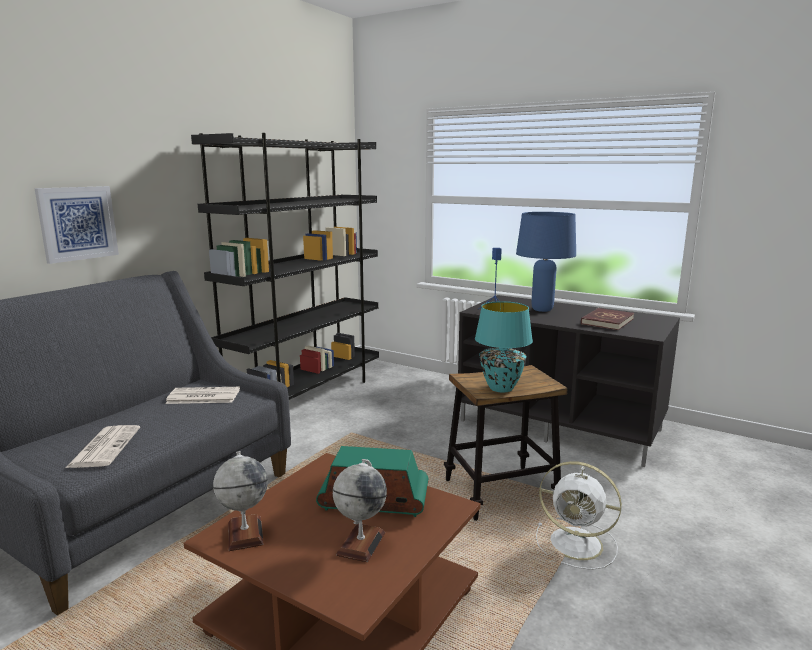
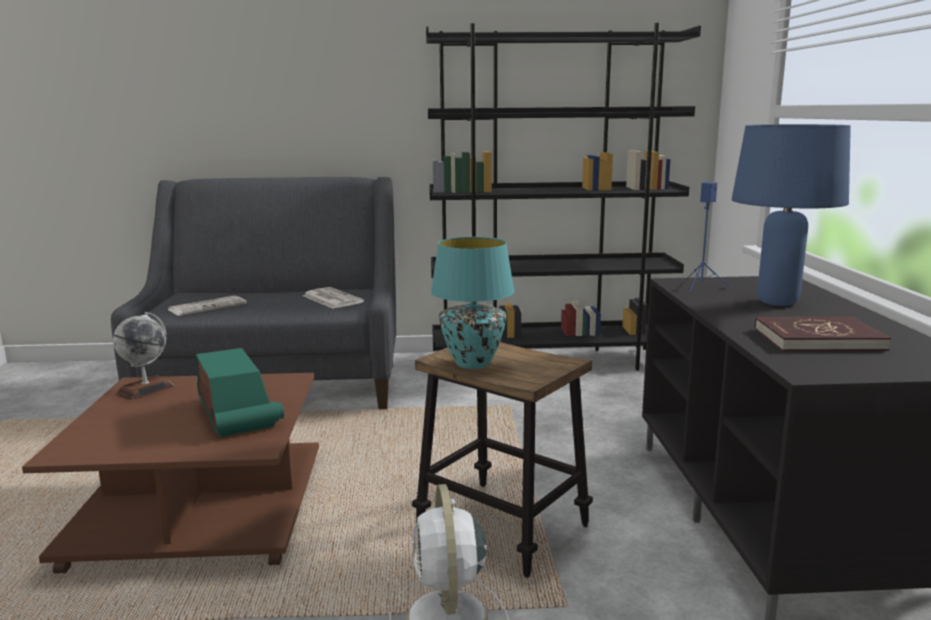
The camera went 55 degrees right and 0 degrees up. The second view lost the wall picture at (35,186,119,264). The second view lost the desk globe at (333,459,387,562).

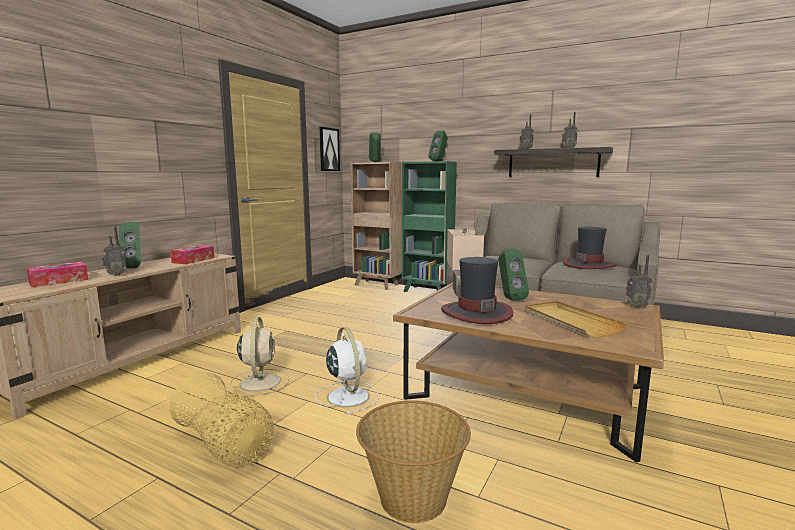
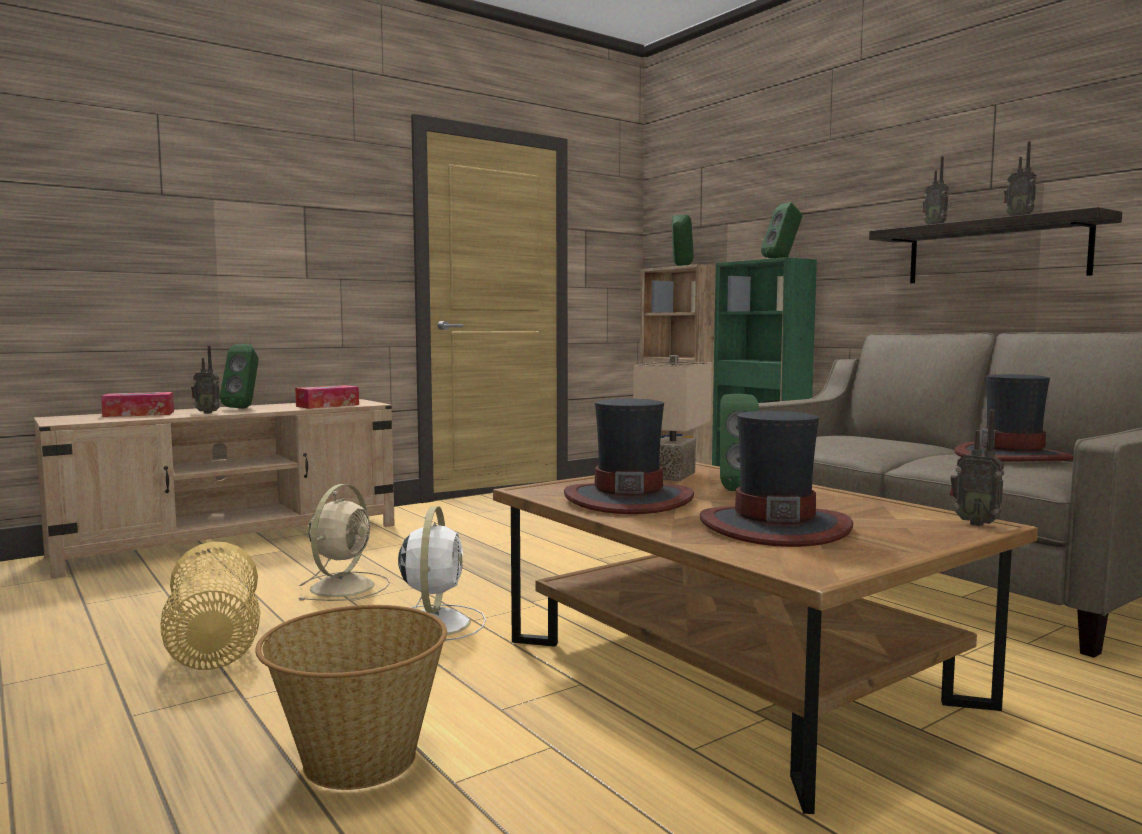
The camera went 25 degrees right and 5 degrees down. The second view lost the wall picture at (319,127,340,171). Where the beige tray stood at (525,301,627,338), the wearable hat came to stand at (700,411,853,547).

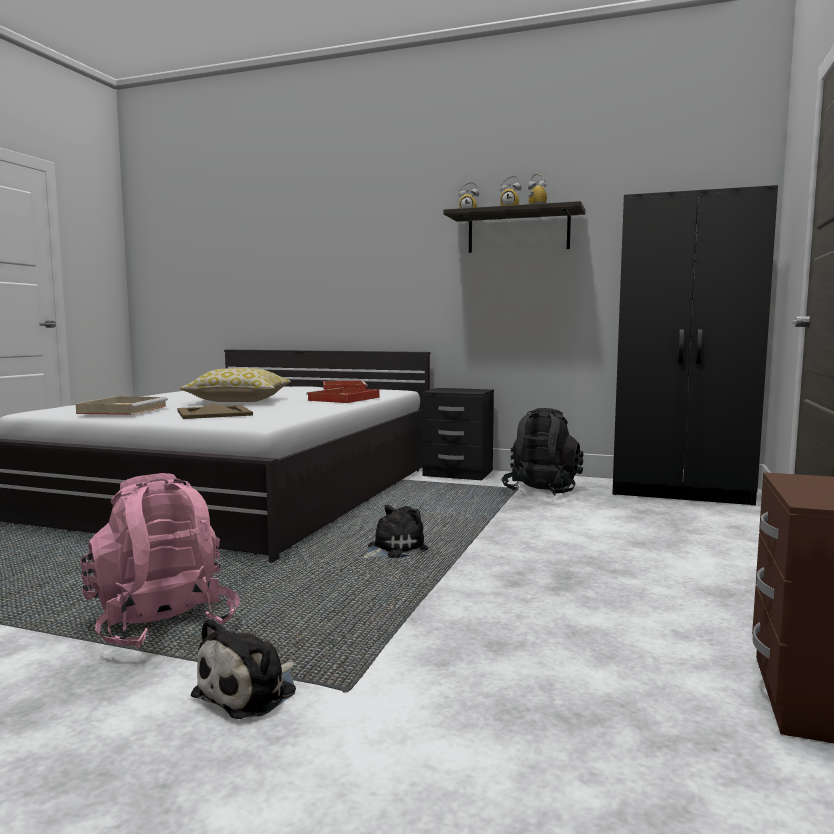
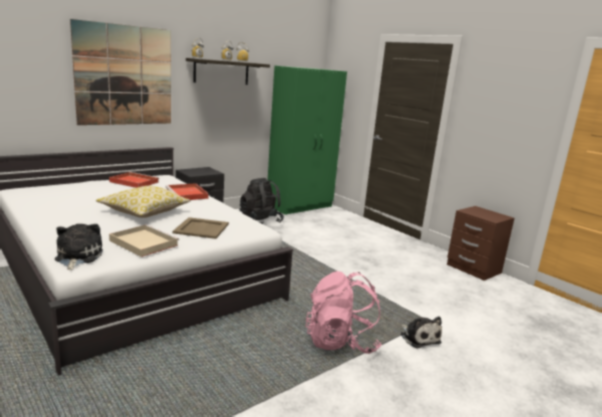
The camera went 60 degrees left and 10 degrees up. What was the black wardrobe at (612,185,778,506) turned into the green-coloured wardrobe at (268,66,347,215). The soft toy ended up elsewhere, having gone from (362,505,428,558) to (55,224,103,270). The second view gained the wall picture at (70,19,171,125).

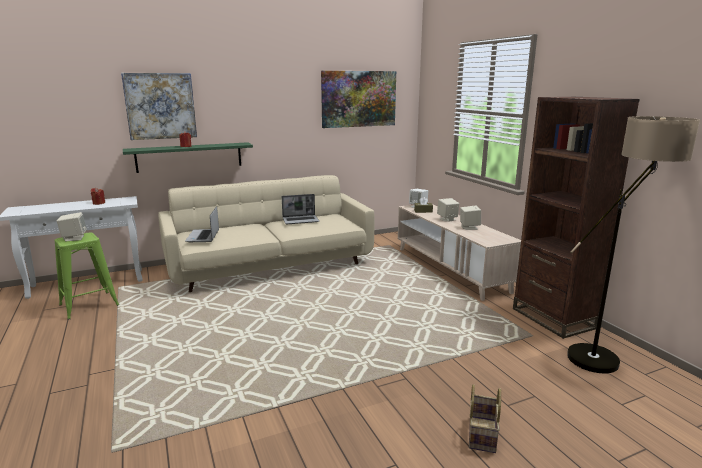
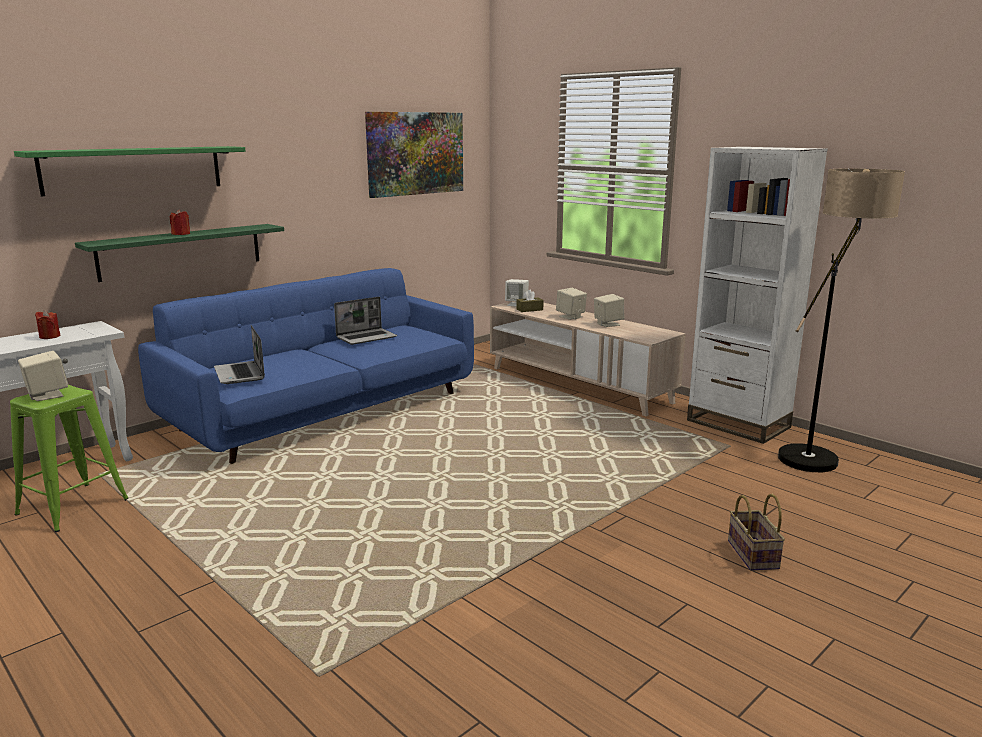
The camera went 20 degrees left and 0 degrees up. Where the wall picture hung at (121,73,197,140), the green-coloured wall shelf came to hang at (14,146,246,197). What was the brown-coloured bookcase at (513,97,640,339) turned into the whitish bookcase at (687,147,828,444). What was the beige settee at (158,175,375,292) turned into the blue-coloured settee at (138,268,474,464).

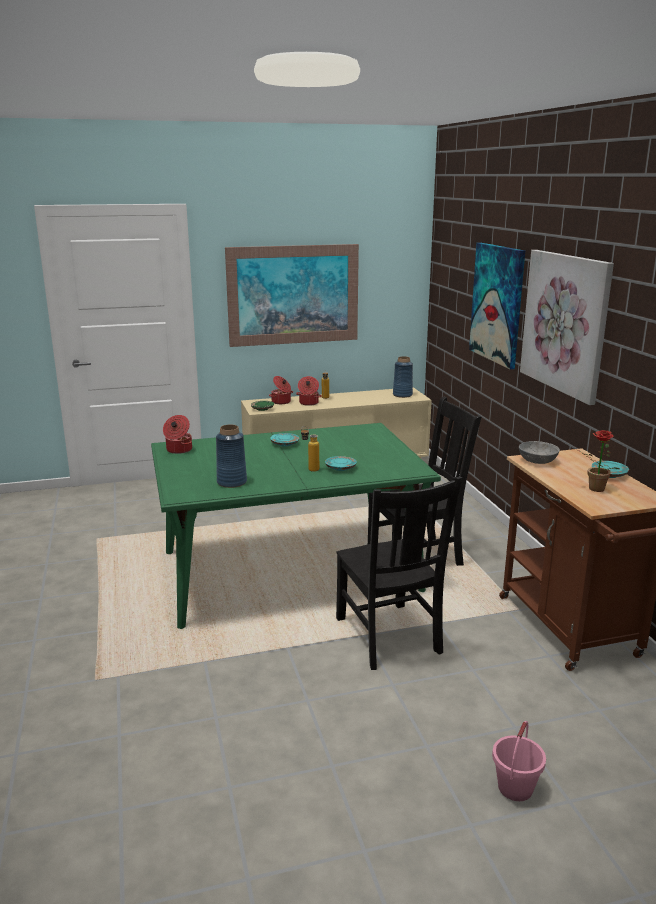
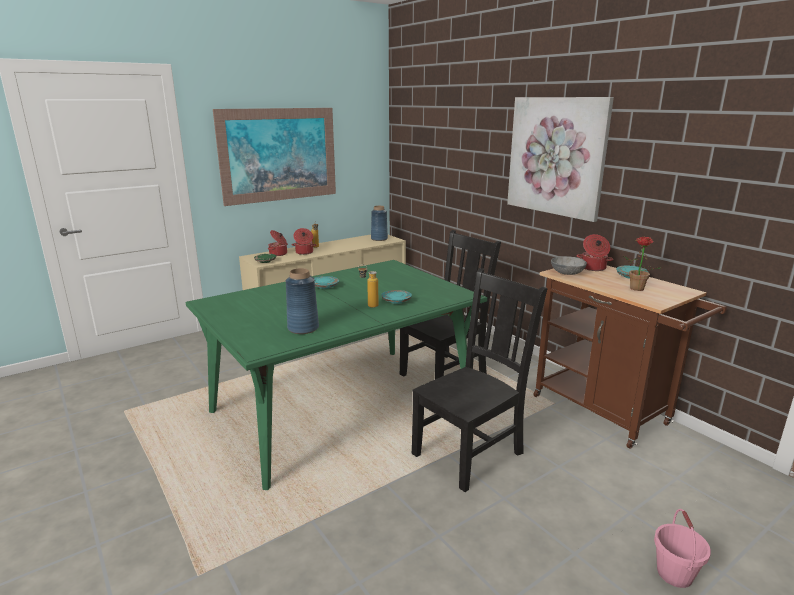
The camera went 20 degrees left and 0 degrees up. The second view lost the wall picture at (469,243,525,369). The saucepot ended up elsewhere, having gone from (163,415,192,454) to (577,234,613,271). The black plain chair at (336,477,462,670) ended up facing another way, 90 degrees counterclockwise from before.

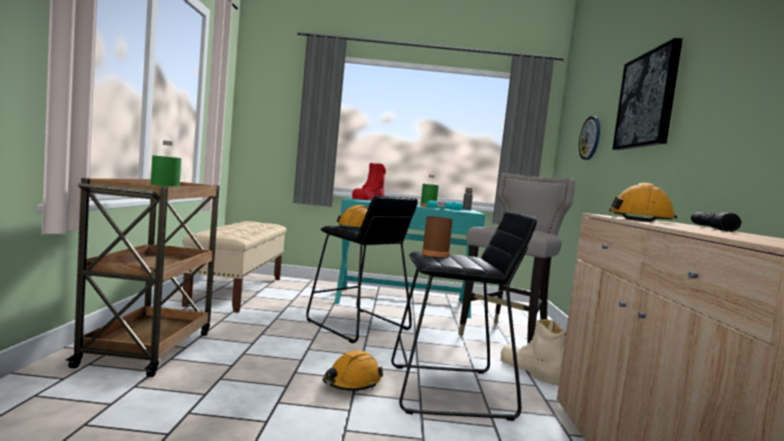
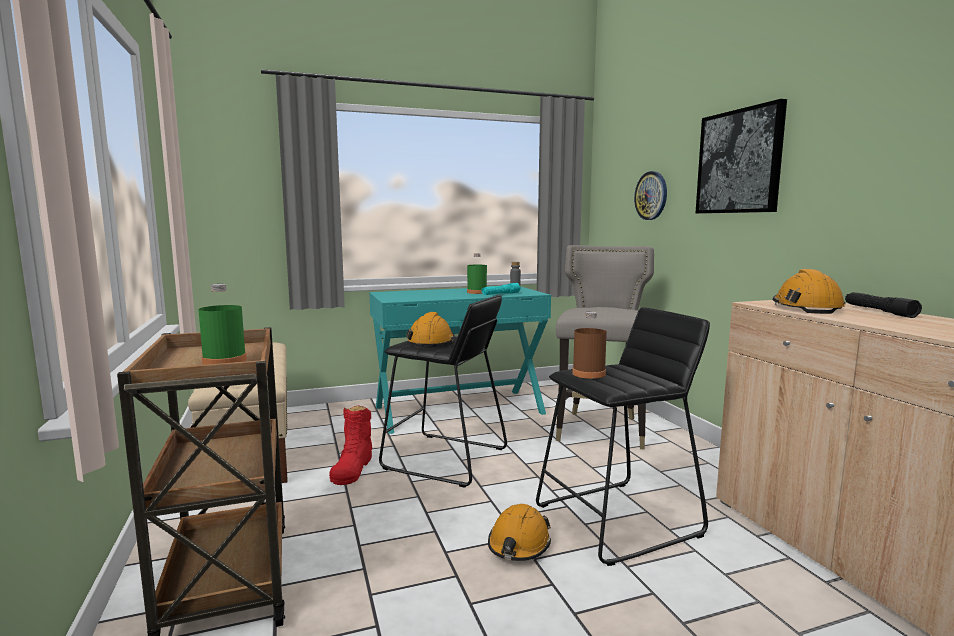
The camera went 20 degrees left and 5 degrees up. The red-coloured boot ended up elsewhere, having gone from (352,163,386,200) to (329,406,372,485). The second view lost the beige boot at (501,319,566,385).

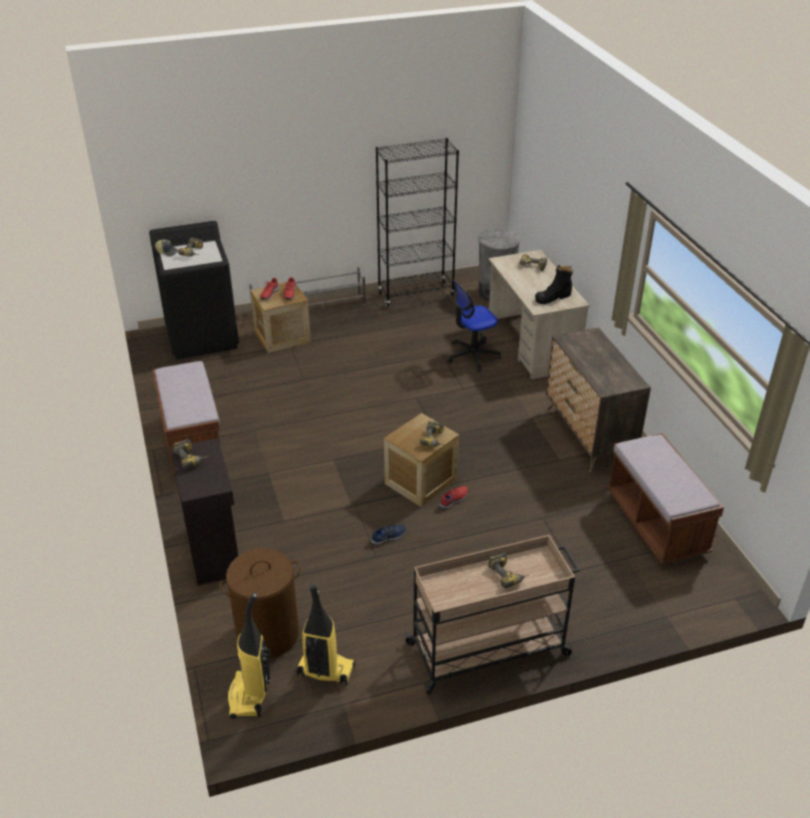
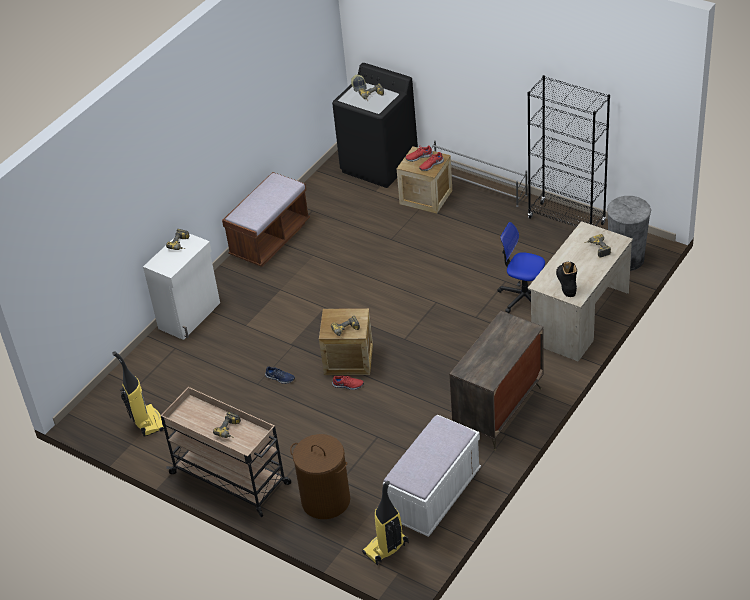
The camera went 55 degrees right and 5 degrees up. The black boot at (535,265,573,304) ended up facing another way, 60 degrees clockwise from before. What was the brown-coloured bench at (607,433,724,564) turned into the whitish bench at (383,415,481,537). What was the black cabinet at (170,438,238,585) turned into the whitish cabinet at (143,233,220,340). The brown-coloured hamper ended up elsewhere, having gone from (219,548,301,658) to (290,434,350,519). The hoover ended up elsewhere, having gone from (228,592,271,719) to (362,481,409,565).

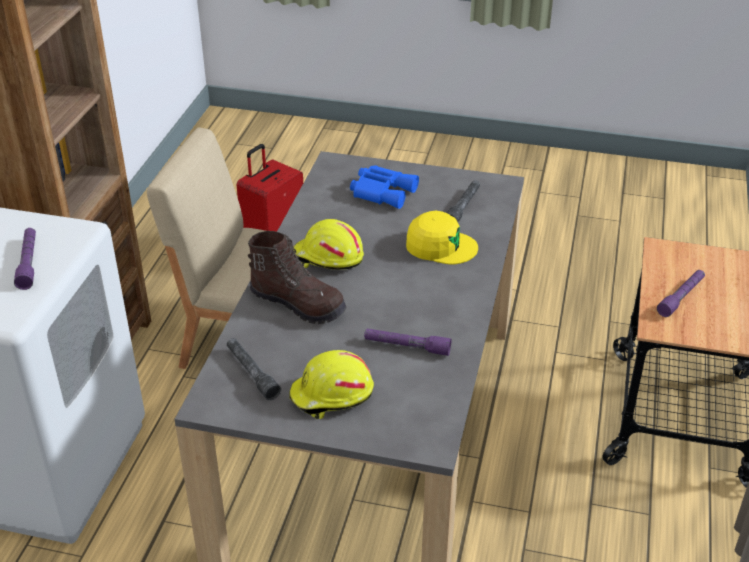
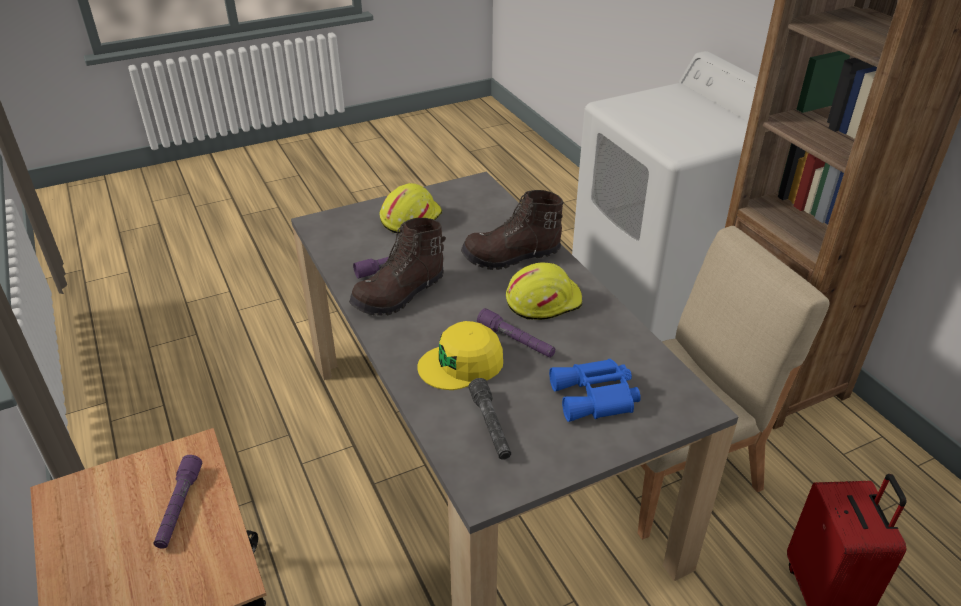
The camera went 140 degrees right and 0 degrees up. The purplish flashlight ended up elsewhere, having gone from (14,228,36,290) to (477,308,555,358). The second view lost the greyish flashlight at (227,338,281,400). The second view gained the brown-coloured boot at (349,218,446,316).

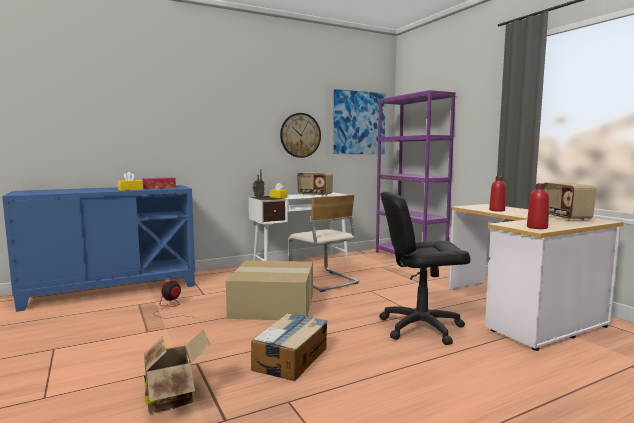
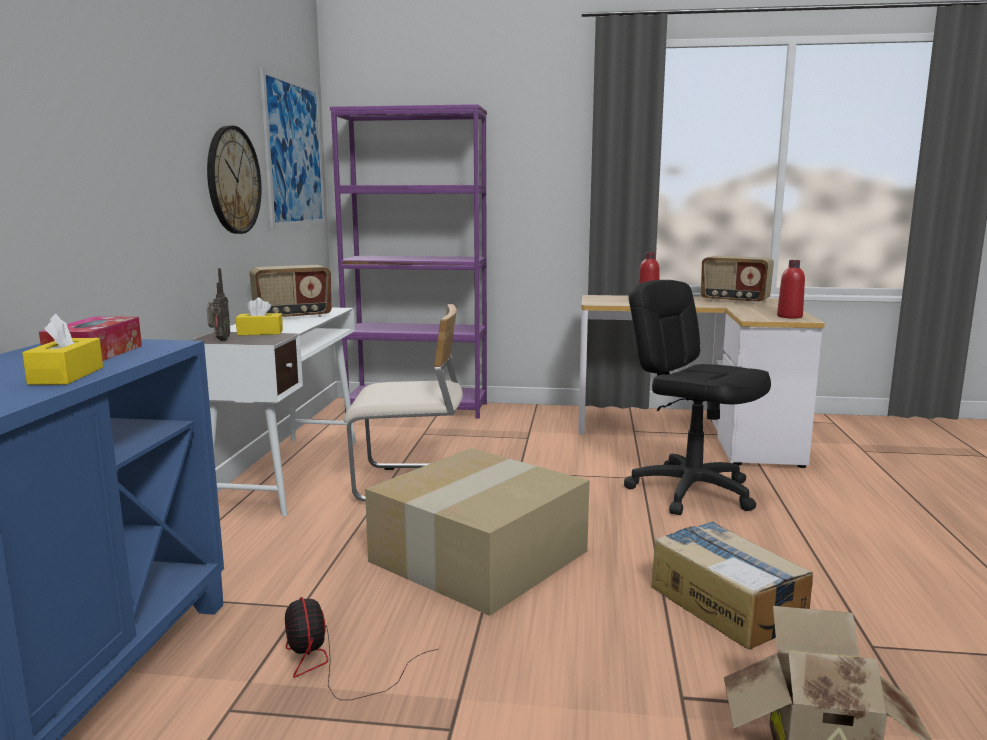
The camera went 55 degrees left and 5 degrees up. The black office chair at (379,192,471,345) ended up facing another way, 105 degrees clockwise from before.

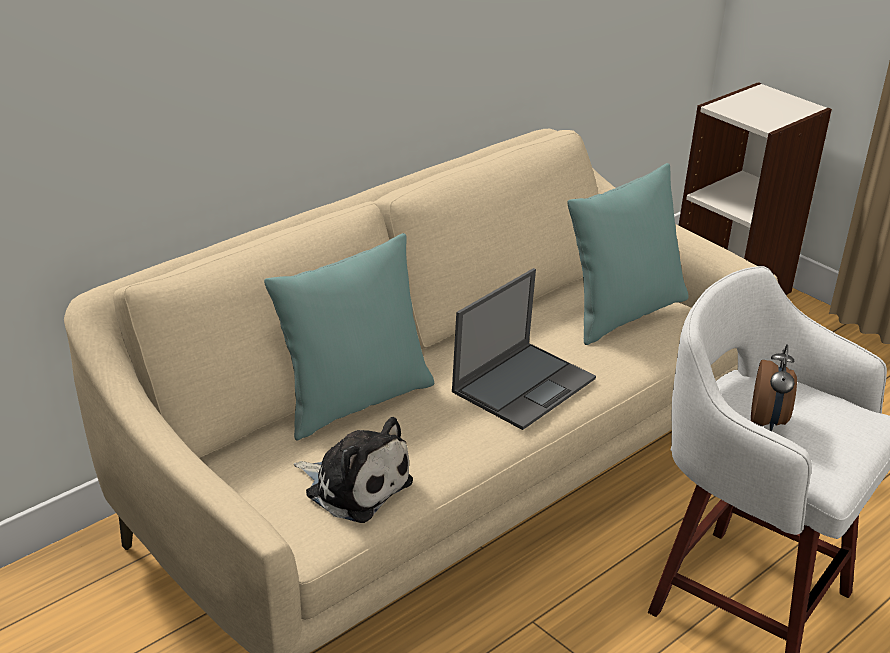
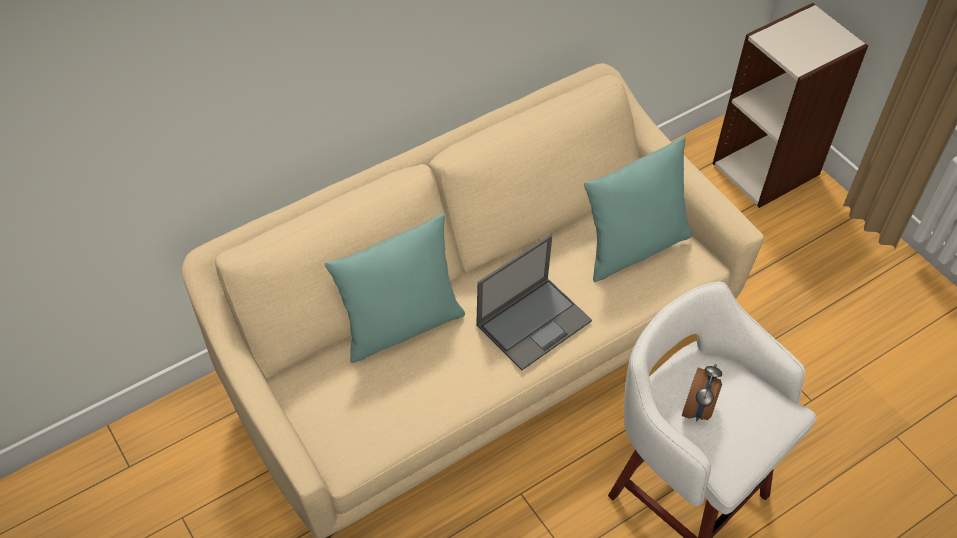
The camera went 10 degrees right and 20 degrees up. The second view lost the soft toy at (294,417,413,523).

